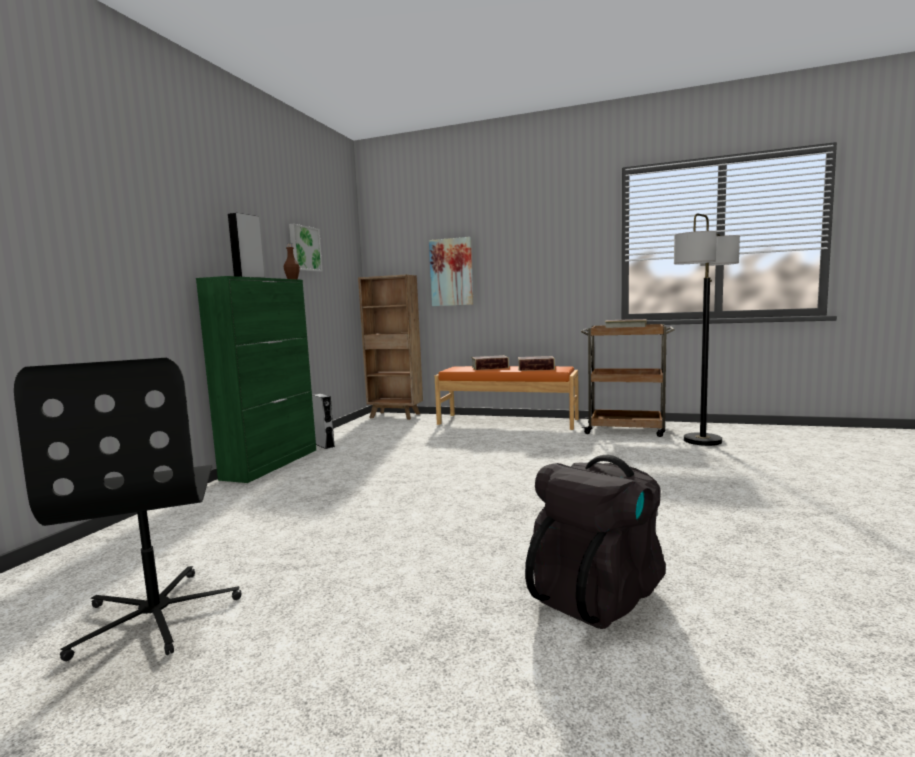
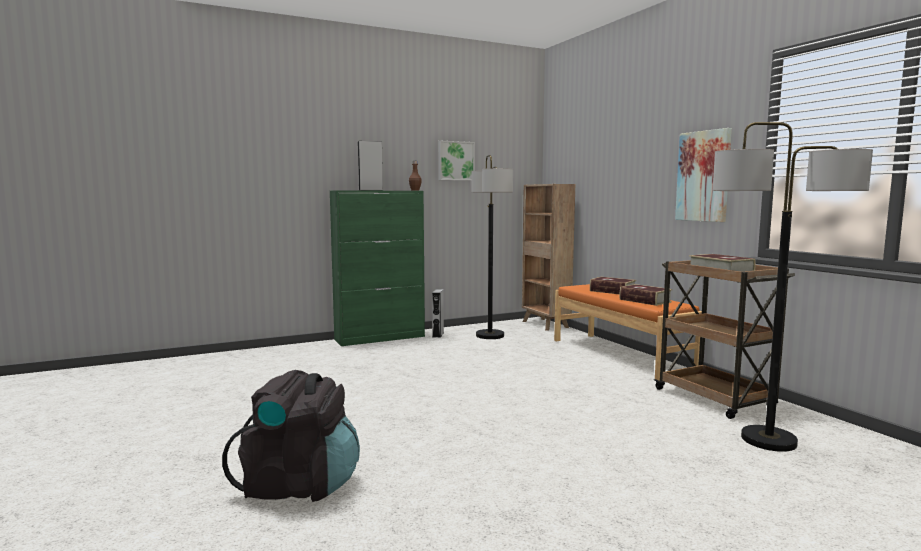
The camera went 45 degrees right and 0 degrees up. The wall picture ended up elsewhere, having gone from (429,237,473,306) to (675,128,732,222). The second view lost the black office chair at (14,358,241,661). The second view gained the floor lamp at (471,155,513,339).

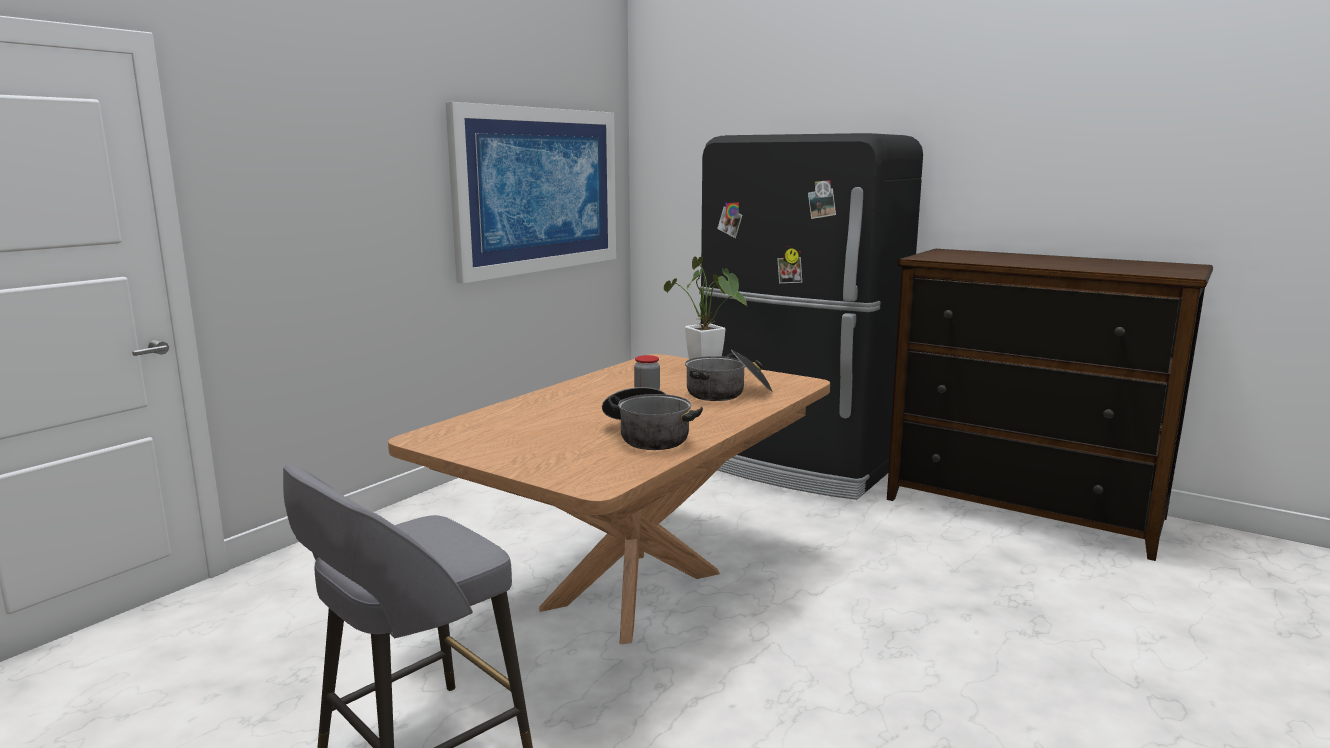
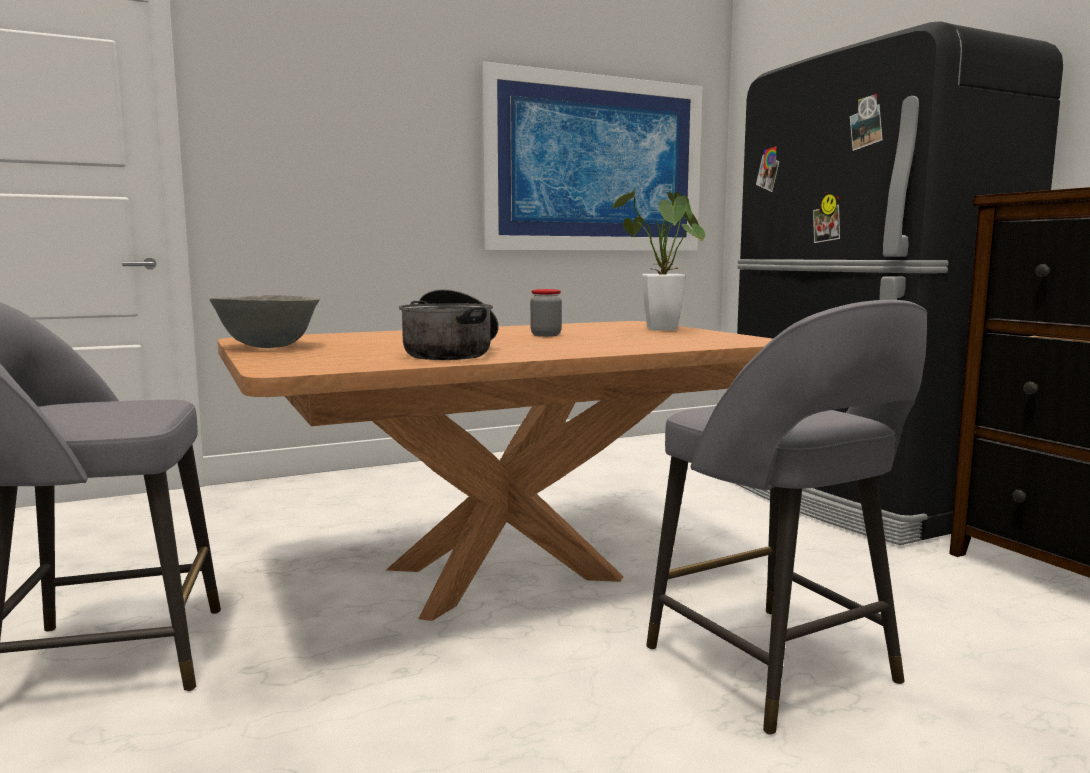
The camera went 30 degrees right and 5 degrees down. The second view lost the saucepot at (685,350,772,401). The second view gained the greyish bowl at (210,295,320,348). The second view gained the greyish stool seat at (646,300,927,735).

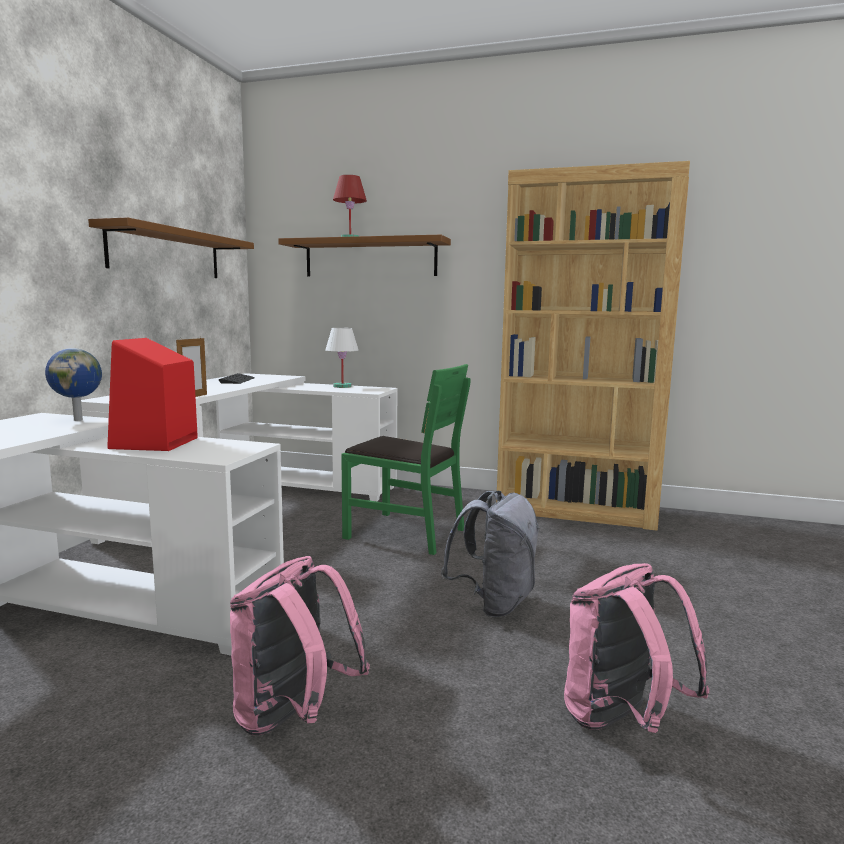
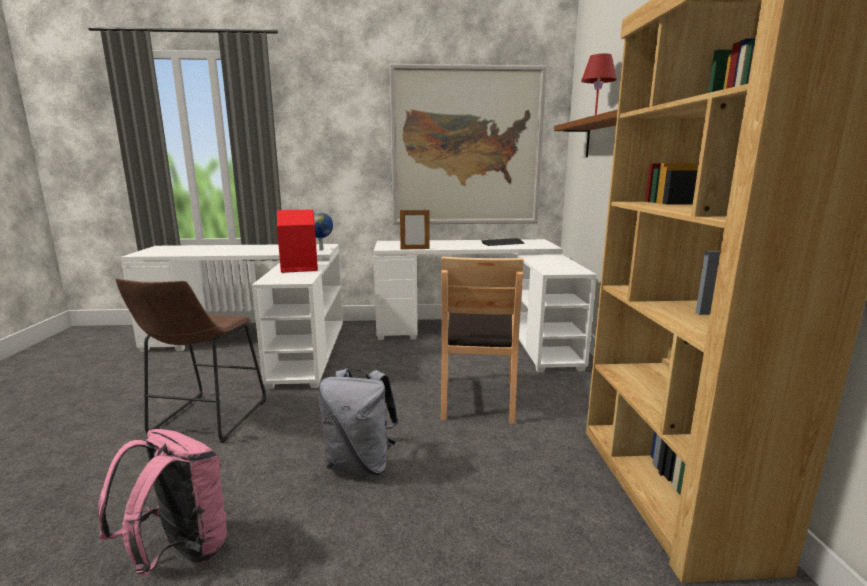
The camera went 70 degrees right and 5 degrees up. Where the brown-coloured wall shelf hung at (88,217,254,278), the wall picture came to hang at (389,64,547,224). The second view lost the whitish table lamp at (326,328,359,388). What was the green-coloured plain chair at (341,364,470,555) turned into the brown-coloured plain chair at (441,257,524,424). Where the pinkish backpack stood at (230,556,370,736), the brown-coloured stool seat came to stand at (115,278,266,443).

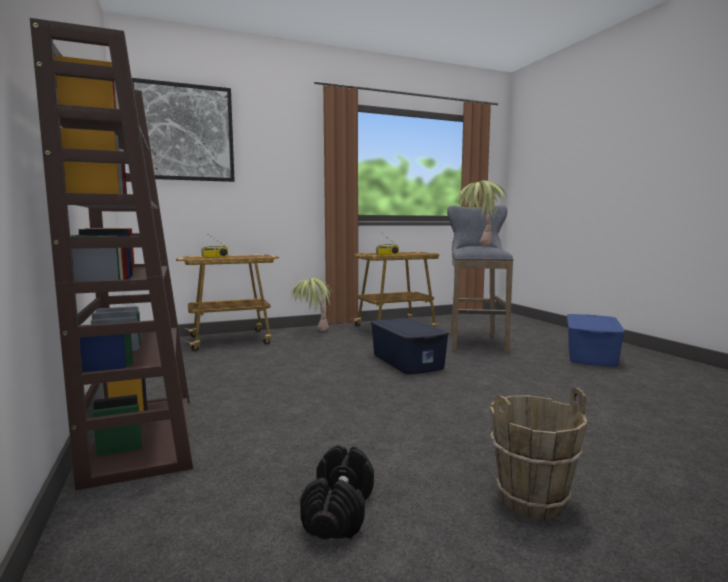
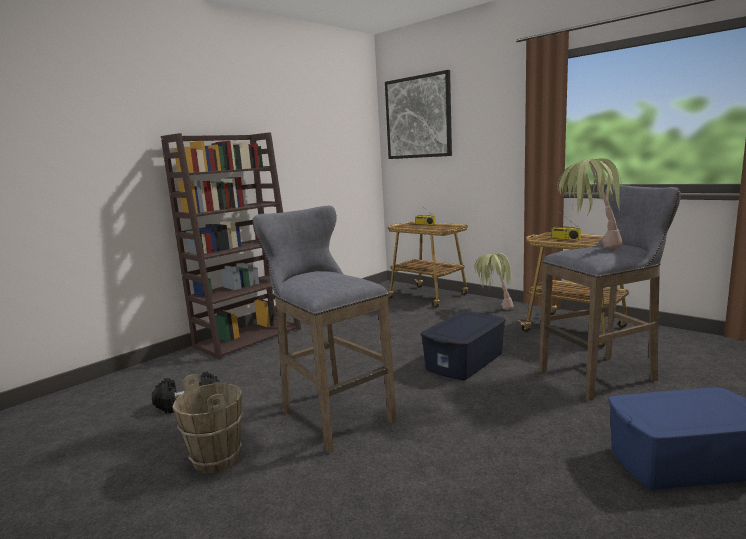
The camera went 65 degrees right and 5 degrees up. The second view gained the greyish stool seat at (253,206,396,454).

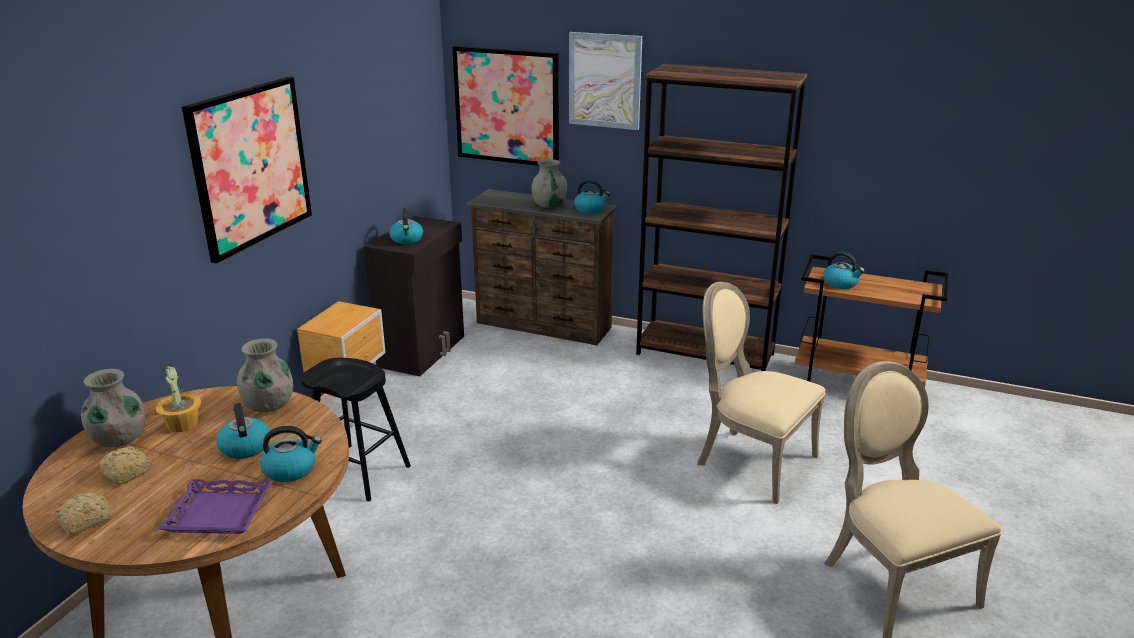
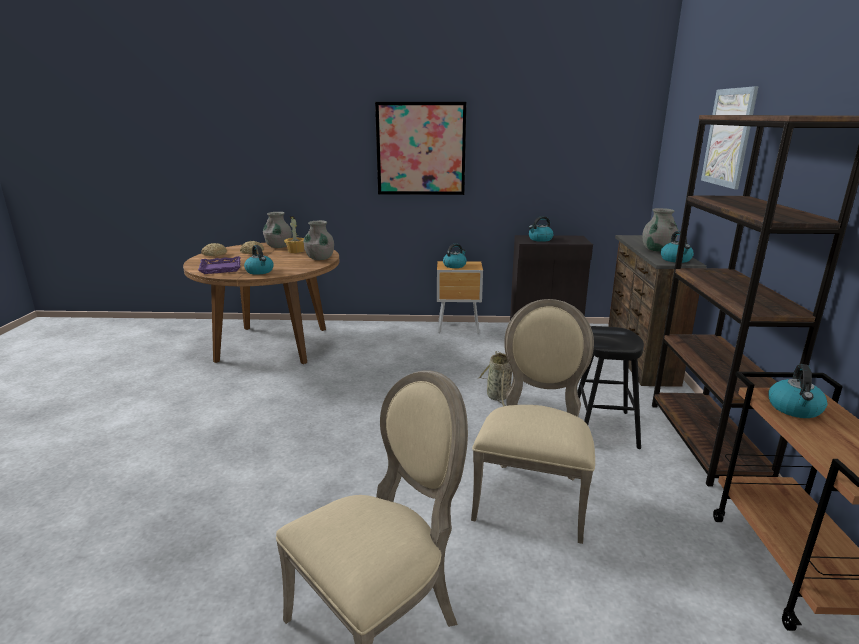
The camera went 70 degrees right and 5 degrees down. The second view lost the wall picture at (452,46,559,167). The black stool seat ended up elsewhere, having gone from (300,358,411,501) to (577,326,644,449). The water kettle ended up elsewhere, having gone from (216,403,270,459) to (443,243,467,268). The second view gained the household basket at (479,351,512,407).

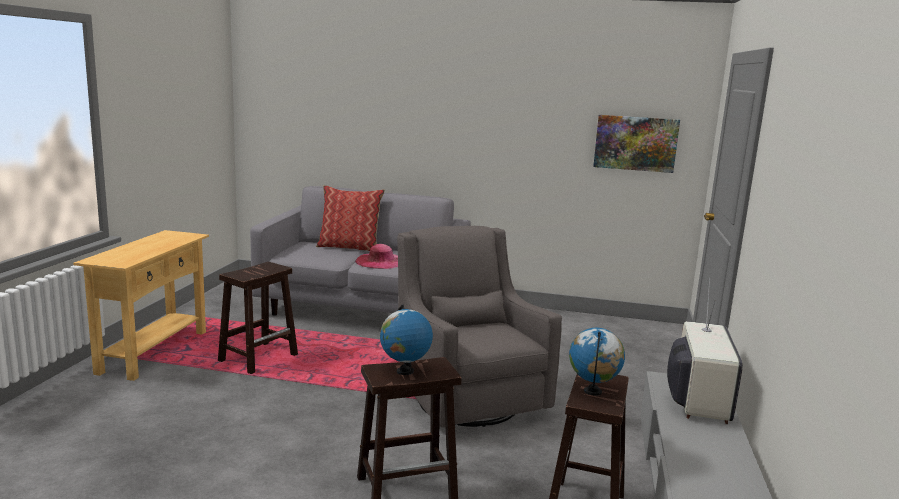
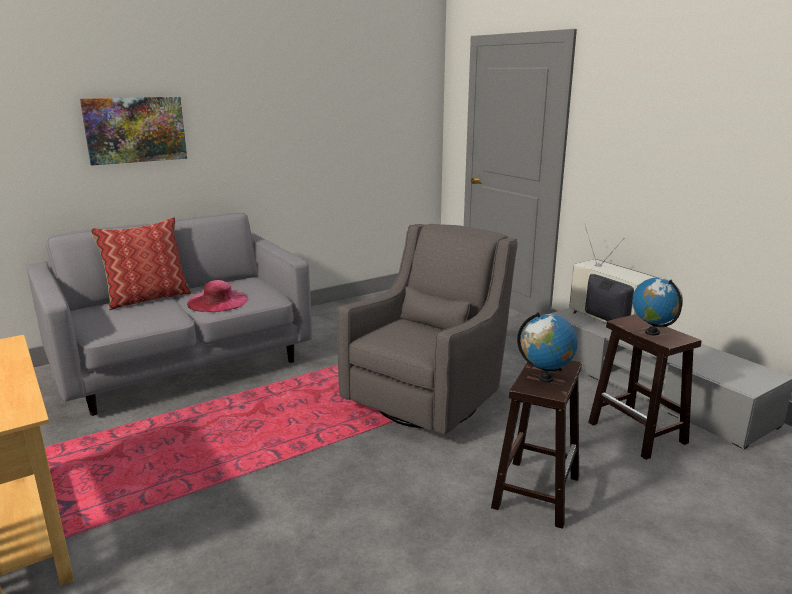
The camera went 45 degrees left and 5 degrees up. The wall picture ended up elsewhere, having gone from (593,115,680,173) to (80,97,187,165). The greyish easy chair at (397,226,562,428) ended up facing another way, 105 degrees clockwise from before. The second view lost the brown-coloured stool seat at (218,262,298,374).

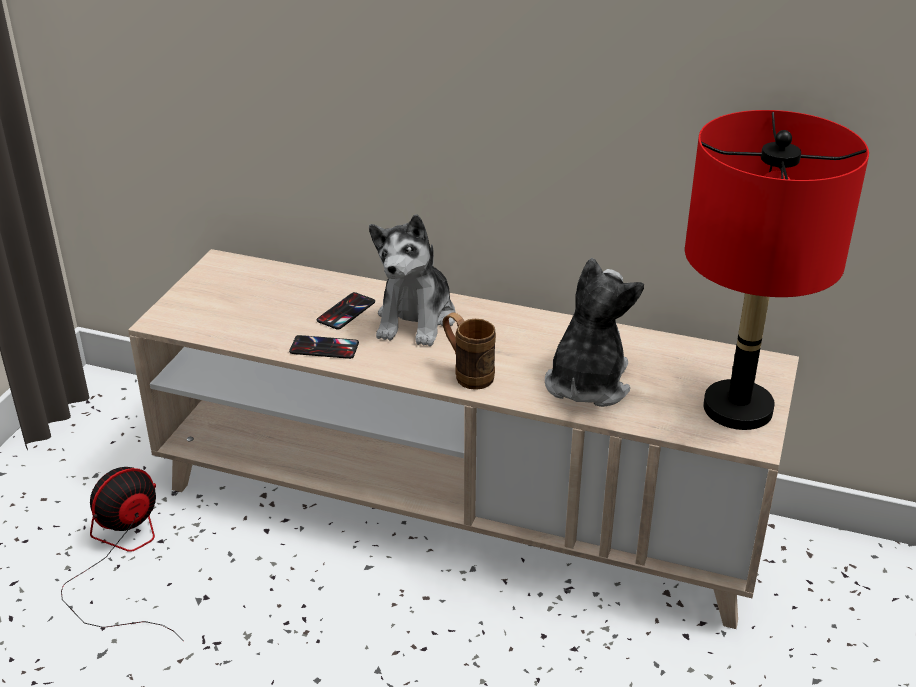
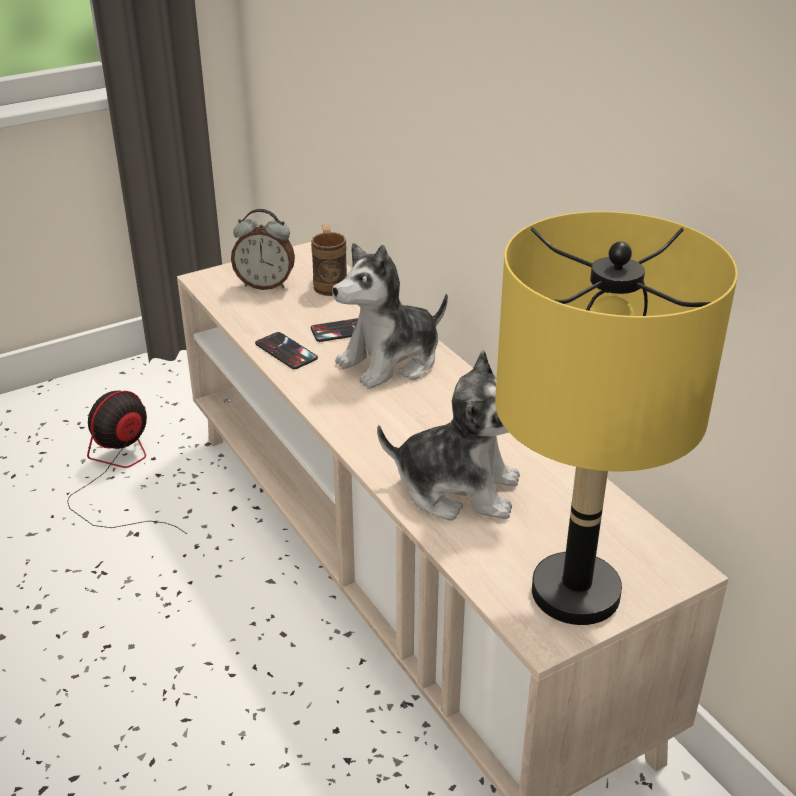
The camera went 40 degrees right and 0 degrees up. What was the red-coloured table lamp at (685,110,869,430) turned into the yellowish table lamp at (495,211,738,625). The soft toy at (545,258,644,407) ended up facing another way, 45 degrees clockwise from before. The brown-coloured coffee mug ended up elsewhere, having gone from (443,313,496,390) to (311,224,347,296). The electric fan at (61,467,184,641) ended up facing another way, 45 degrees counterclockwise from before. The second view gained the alarm clock at (231,209,295,290).

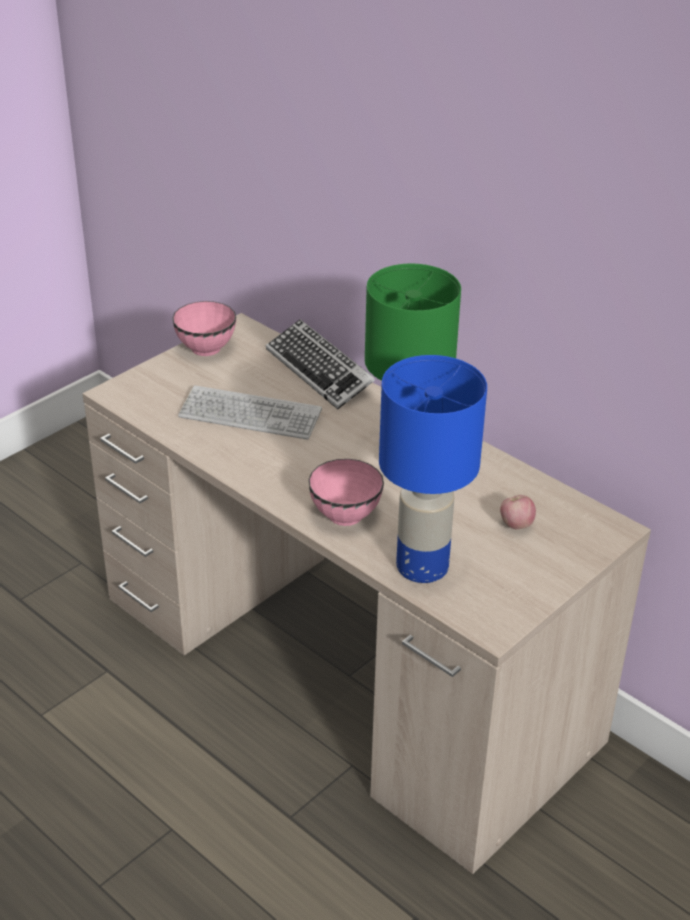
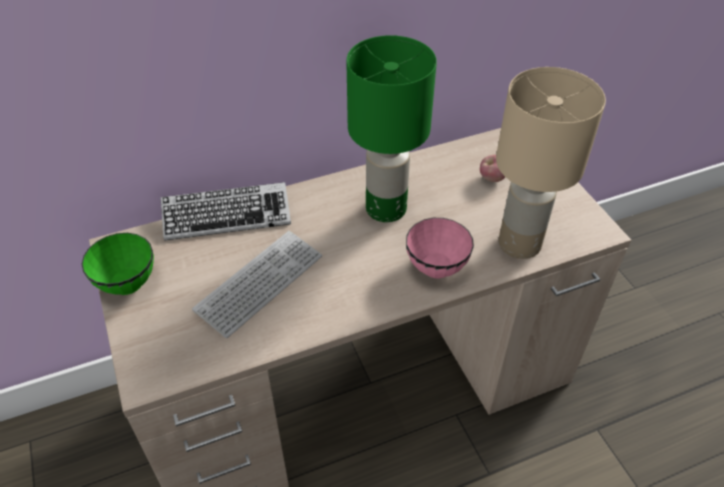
The camera went 65 degrees left and 10 degrees up. What was the pinkish bowl at (172,301,236,356) turned into the green-coloured bowl at (82,233,154,295). What was the blue-coloured table lamp at (379,355,487,583) turned into the beige table lamp at (496,67,606,259).

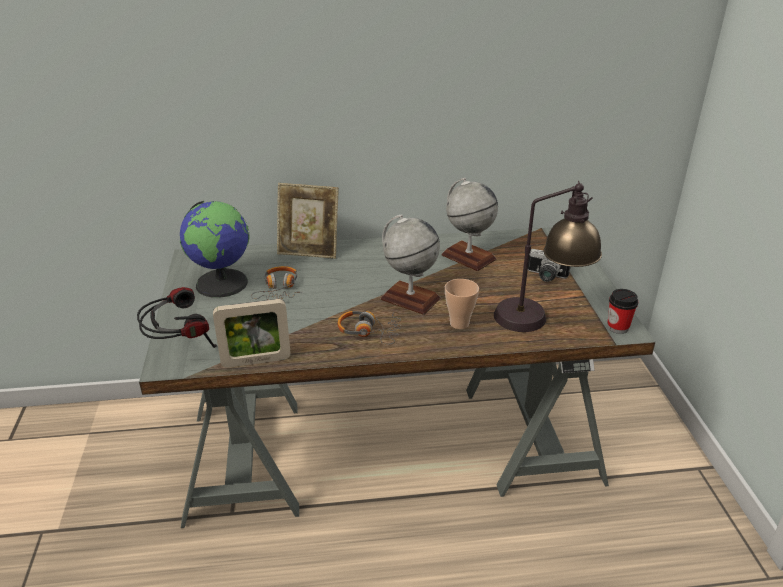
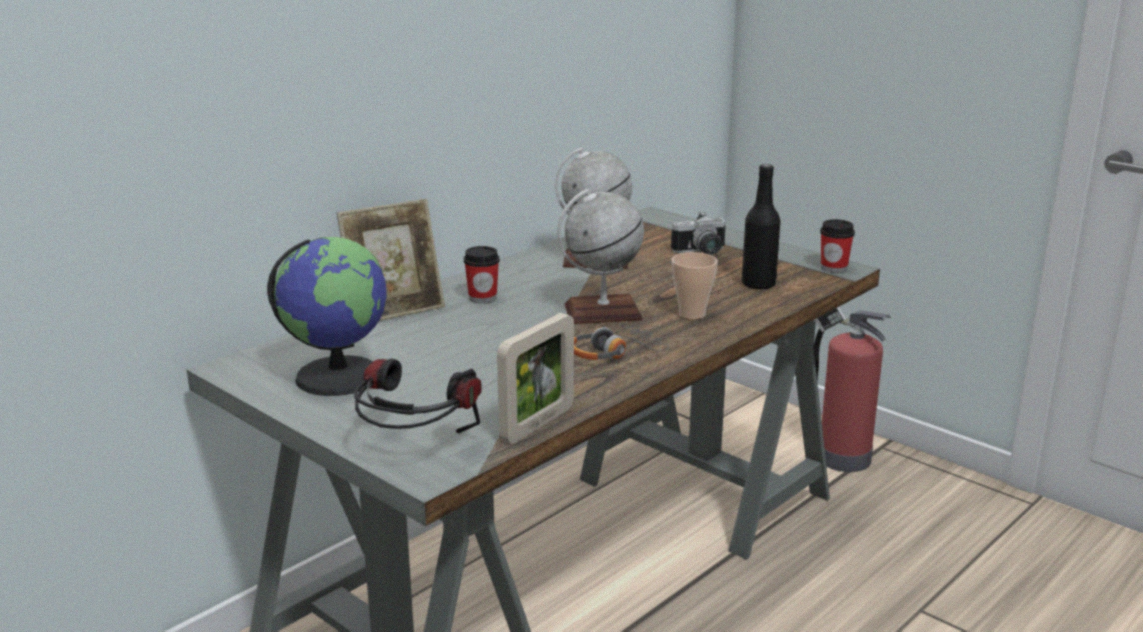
The camera went 40 degrees left and 10 degrees down. Where the table lamp stood at (494,181,602,332), the black drink bottle came to stand at (742,164,781,289). The second view lost the headphones at (251,266,300,300). The second view gained the small cup at (464,246,500,304). The second view gained the fire-fighting cylinder at (814,311,891,472).

